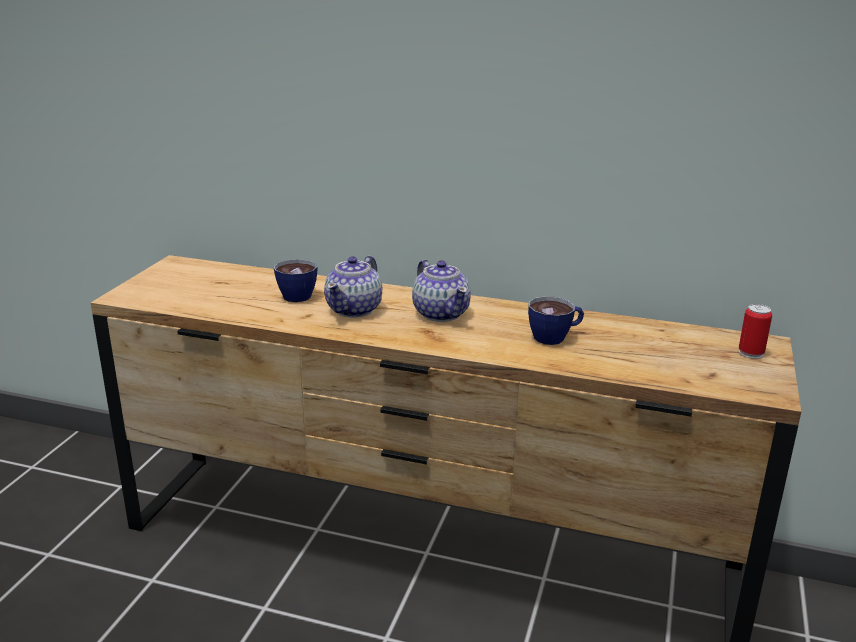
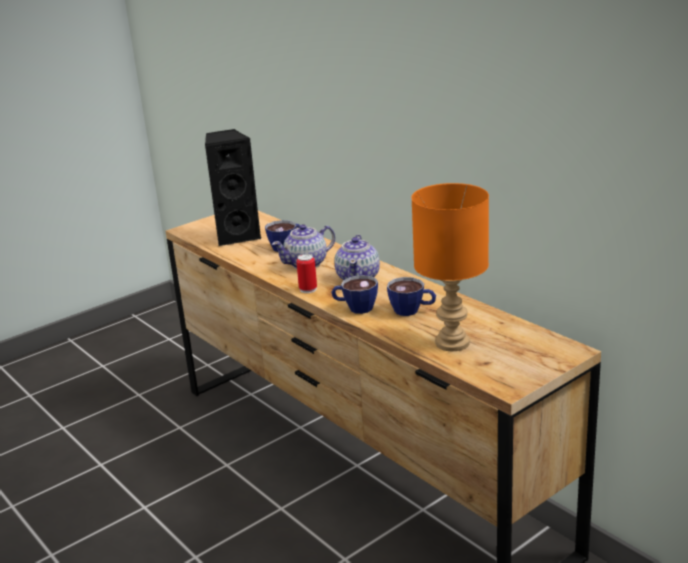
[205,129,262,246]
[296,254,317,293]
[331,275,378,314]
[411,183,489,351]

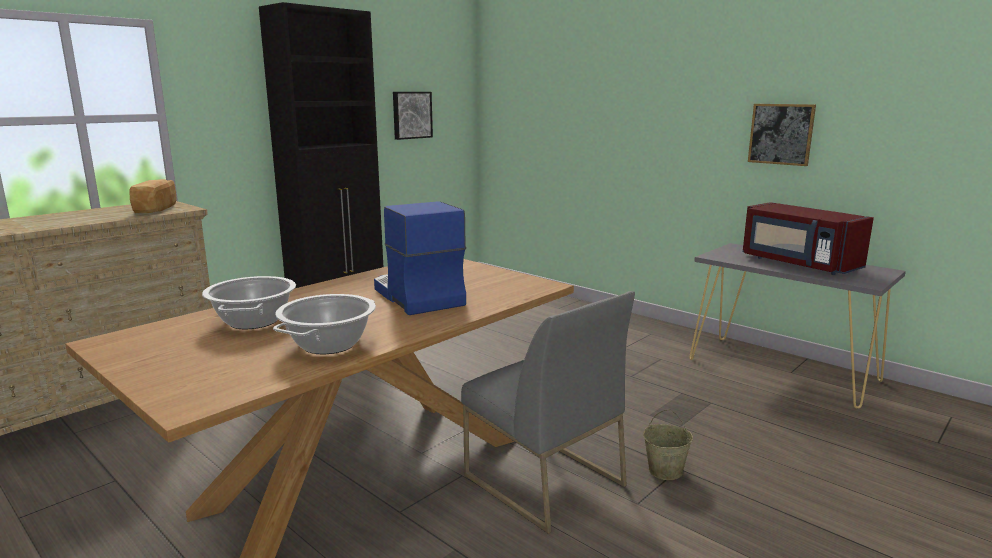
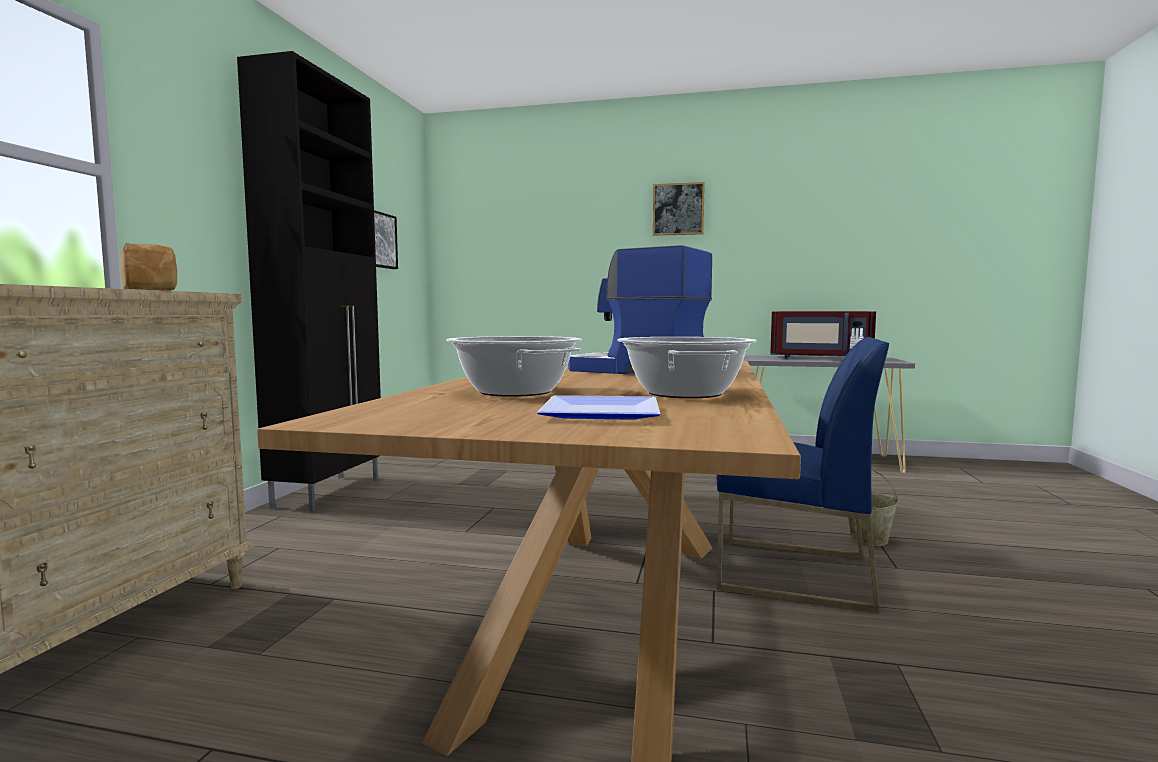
[537,395,660,420]
[653,182,705,236]
[717,337,889,613]

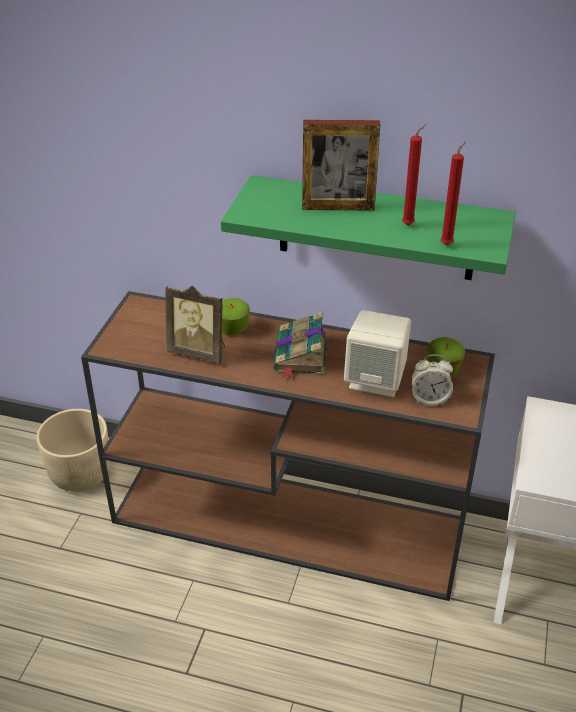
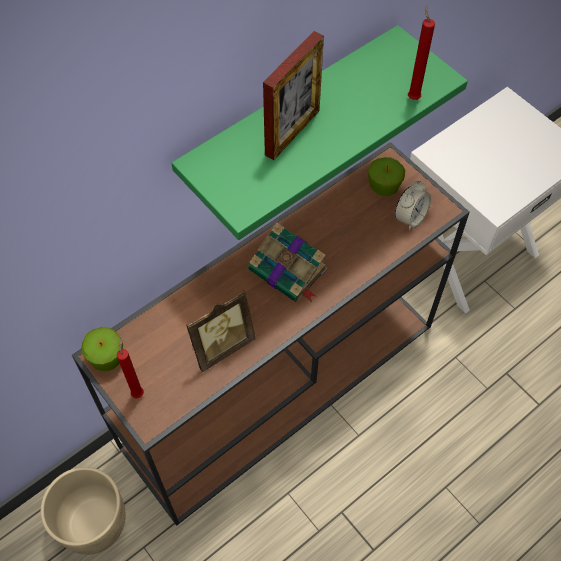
[81,327,123,371]
[117,338,144,399]
[344,310,411,397] (first image)

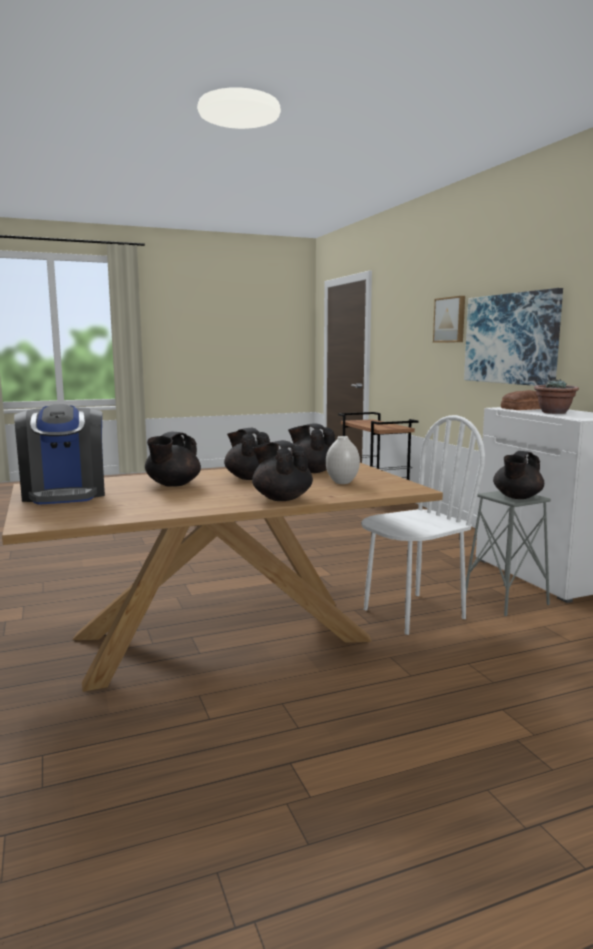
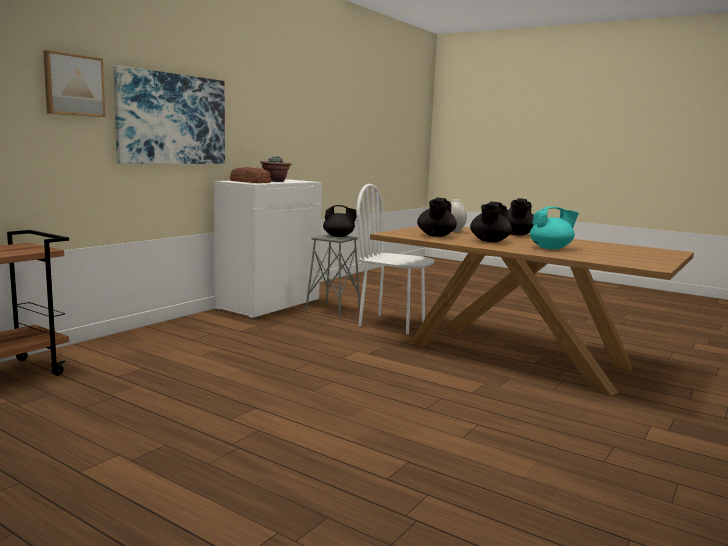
[530,207,579,249]
[14,404,105,505] (first image)

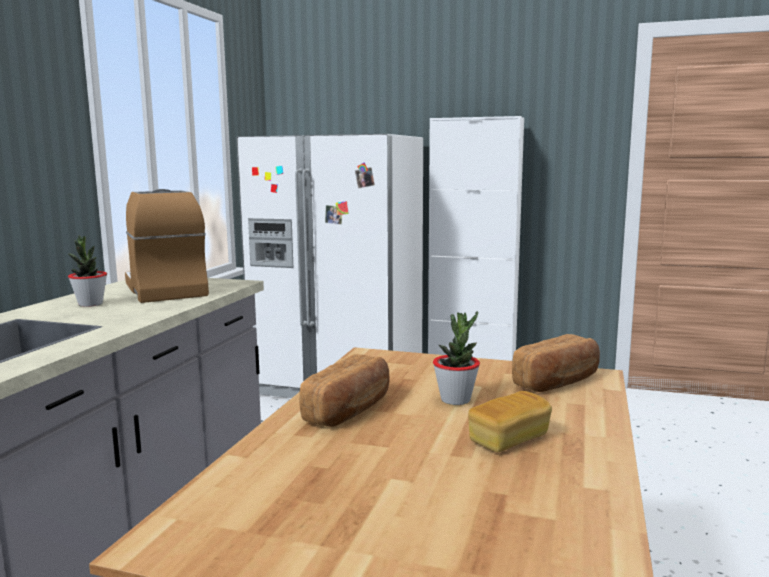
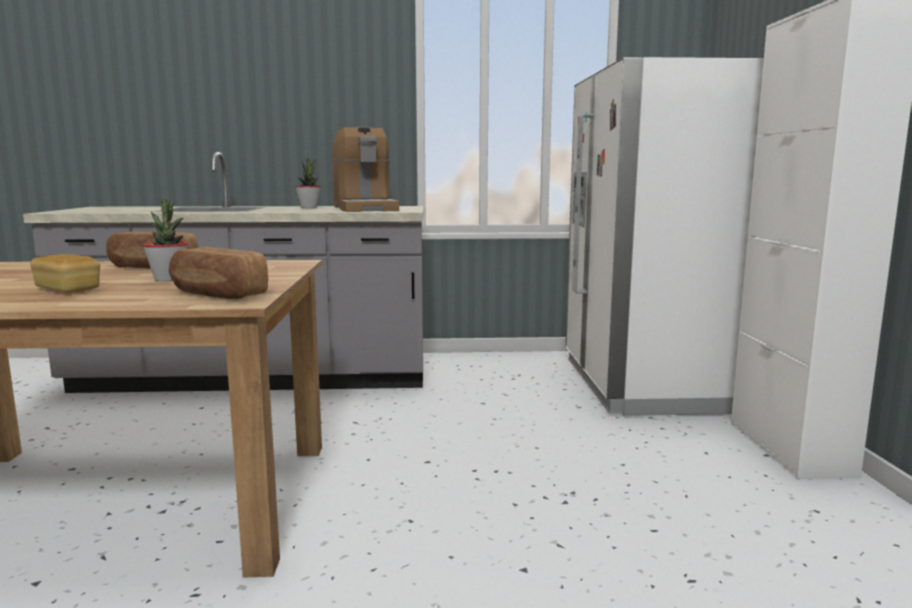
[332,126,399,212]

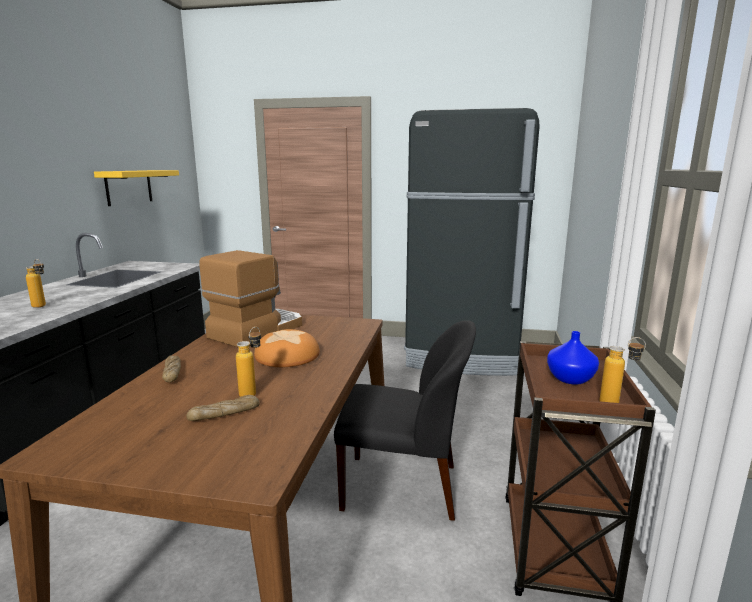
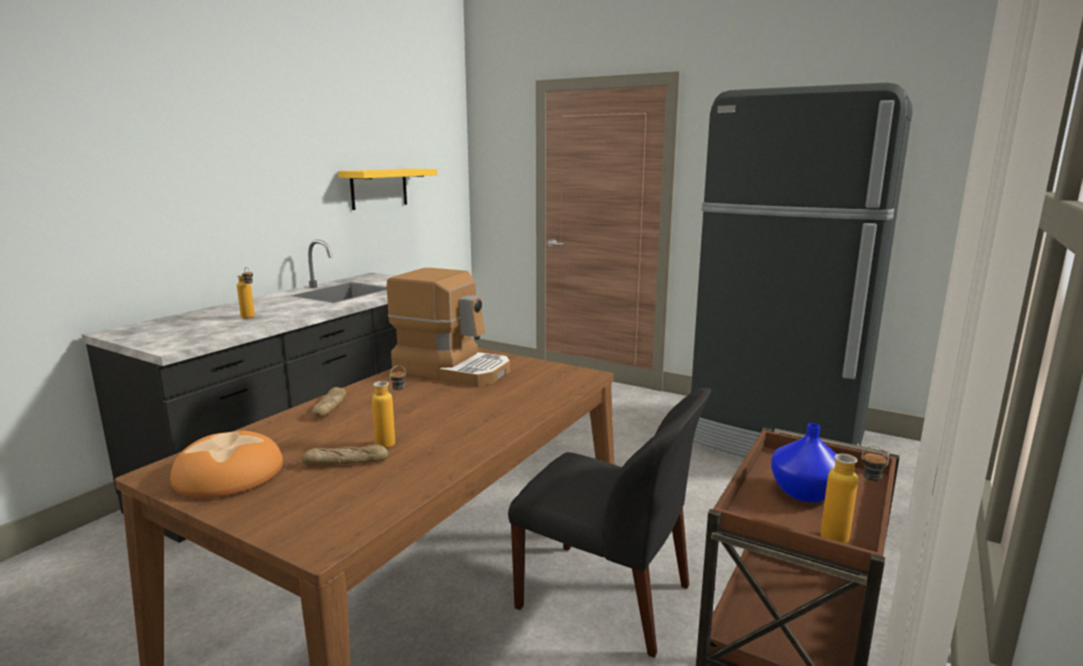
[170,431,283,498]
[387,268,510,387]

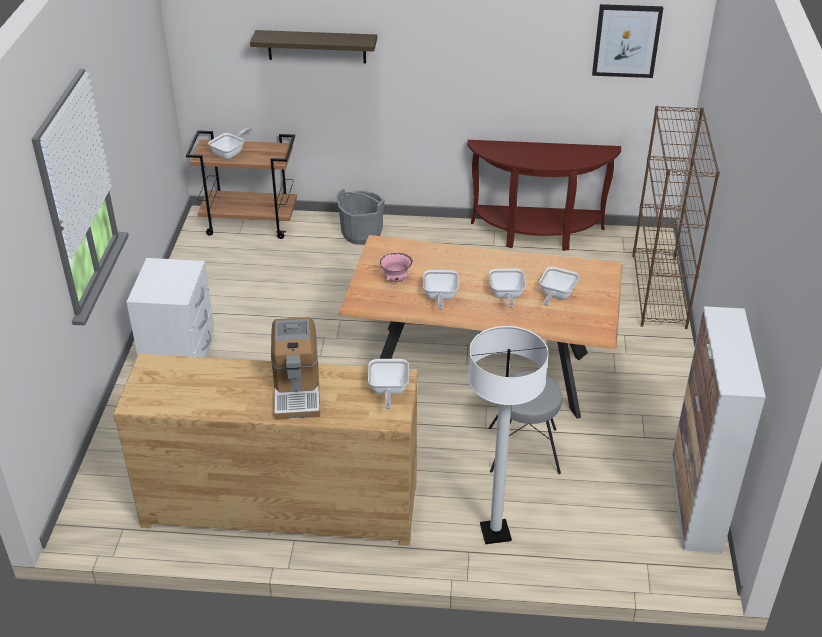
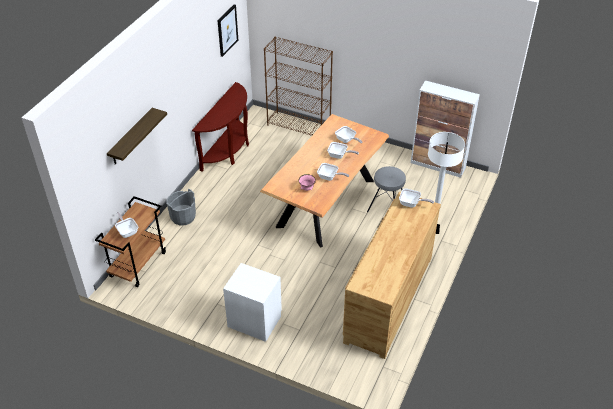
[271,317,320,420] (first image)

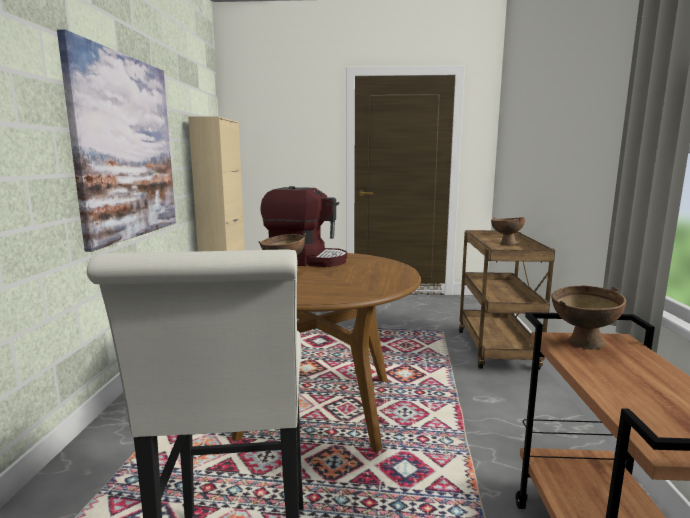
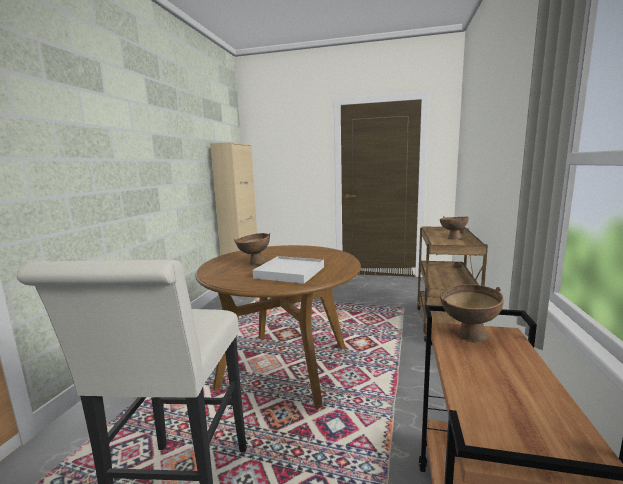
[252,256,324,284]
[57,29,176,252] (first image)
[260,186,347,267] (first image)

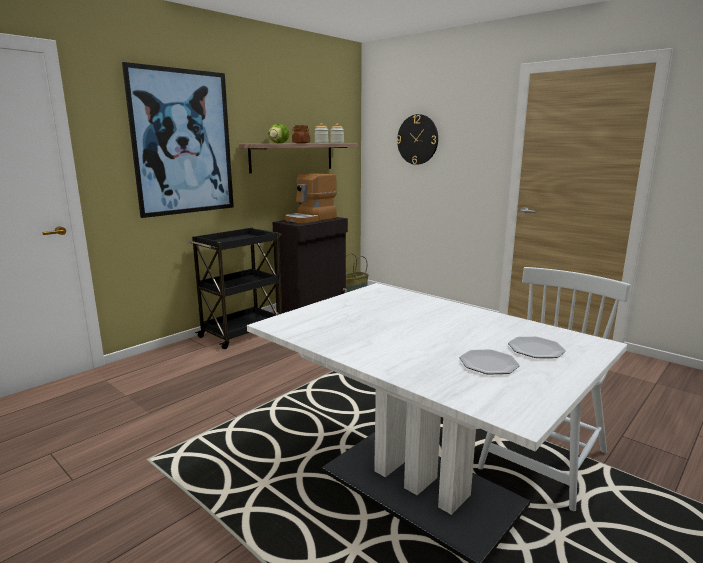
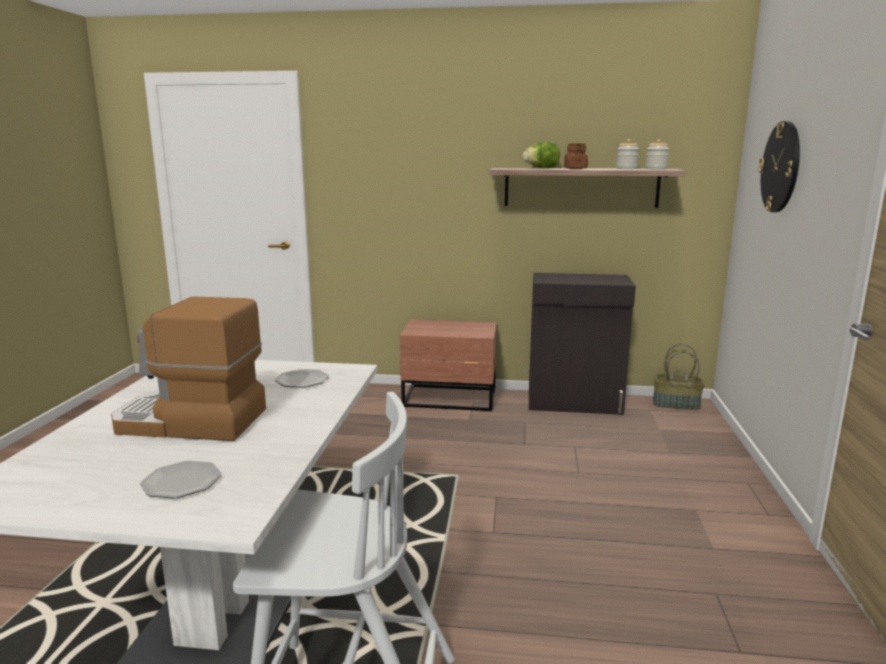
[111,297,266,441]
[275,369,329,388]
[400,319,497,411]
[122,62,234,218] (first image)

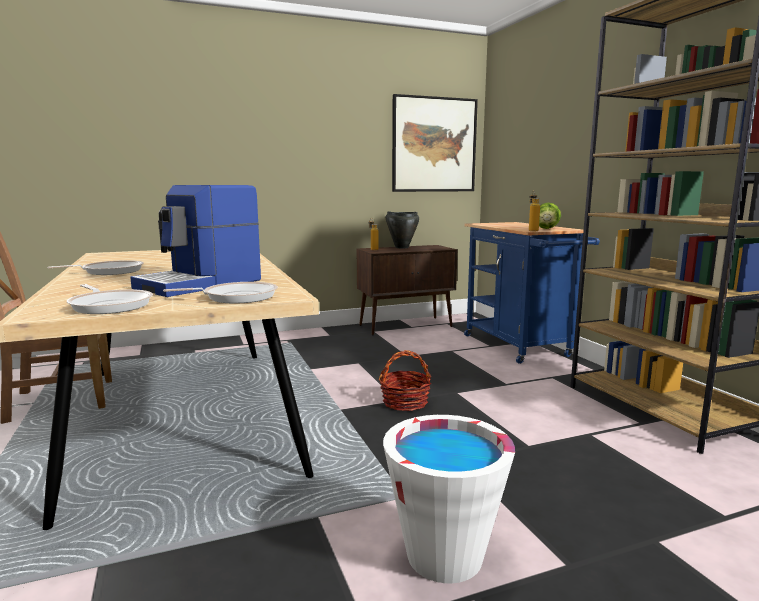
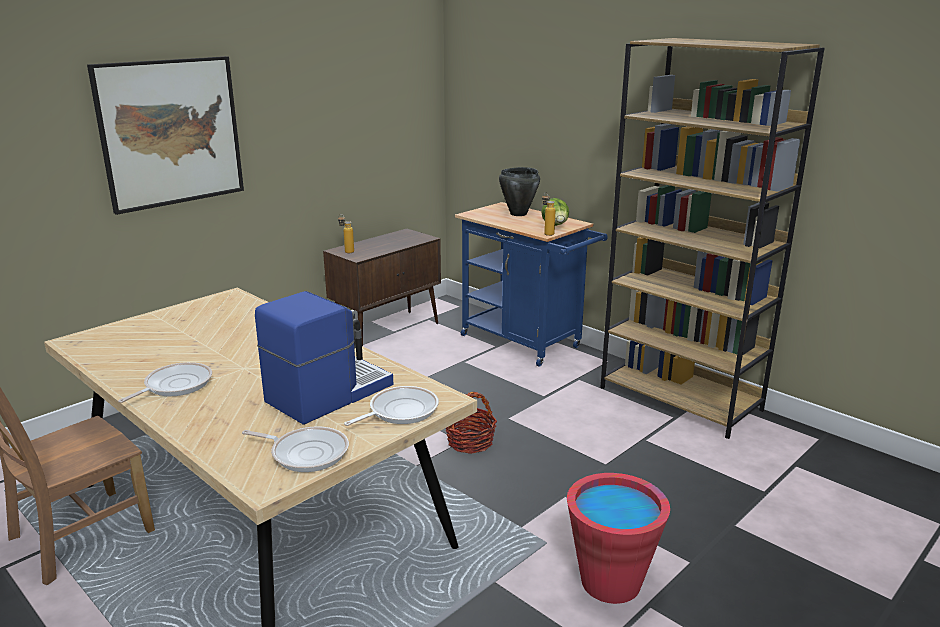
[87,56,244,215]
[255,291,393,425]
[499,167,540,216]
[567,473,670,604]

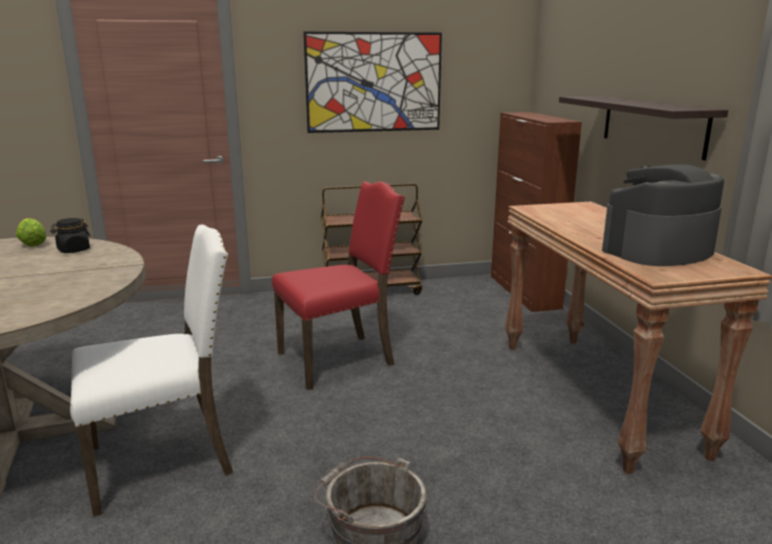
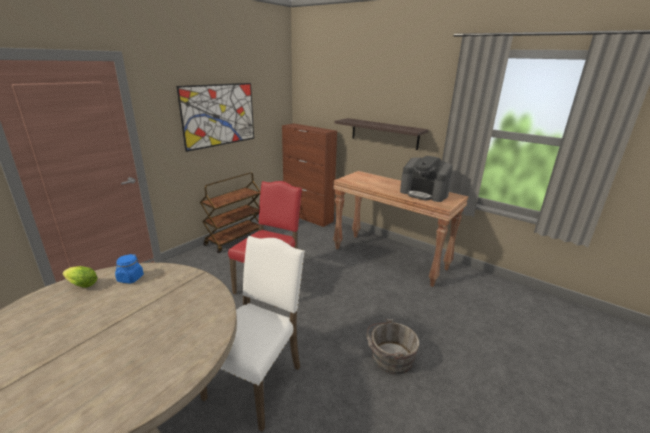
[115,254,144,283]
[400,156,453,202]

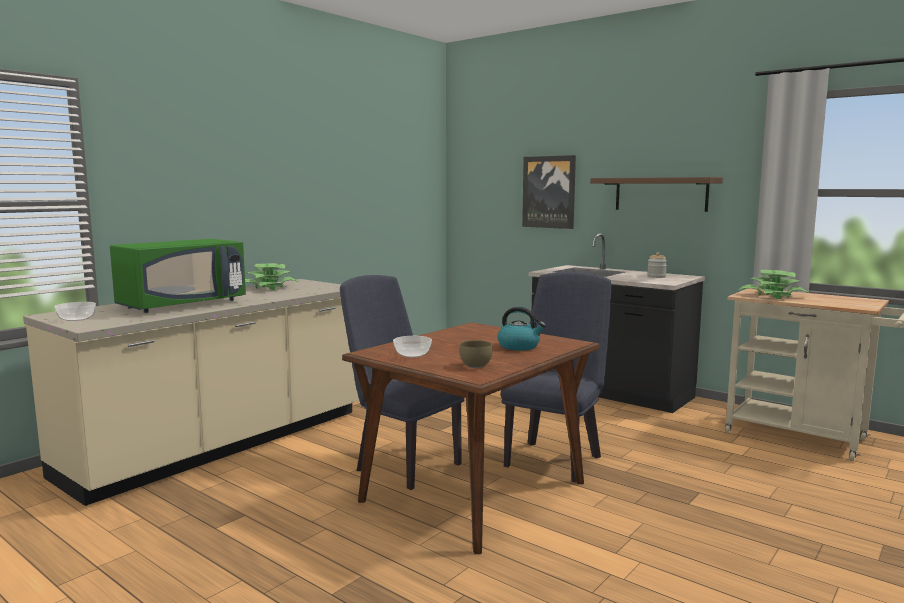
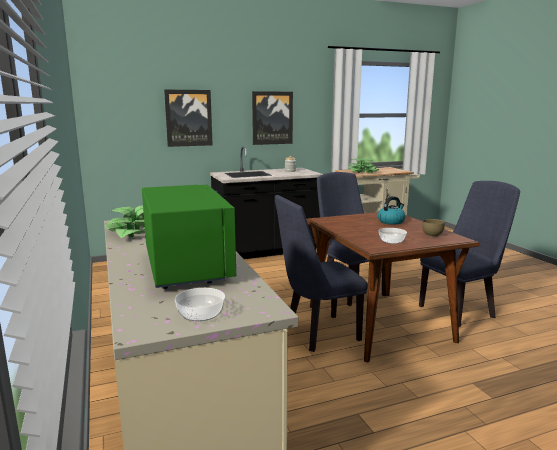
[252,91,293,145]
[419,181,520,327]

